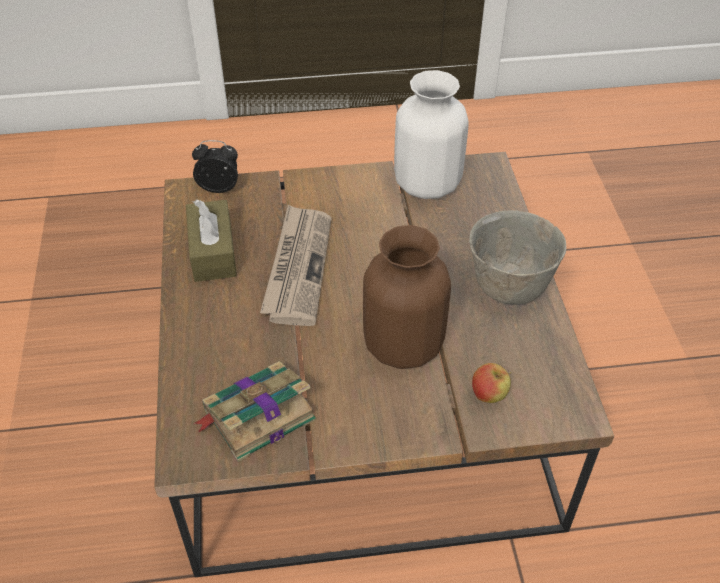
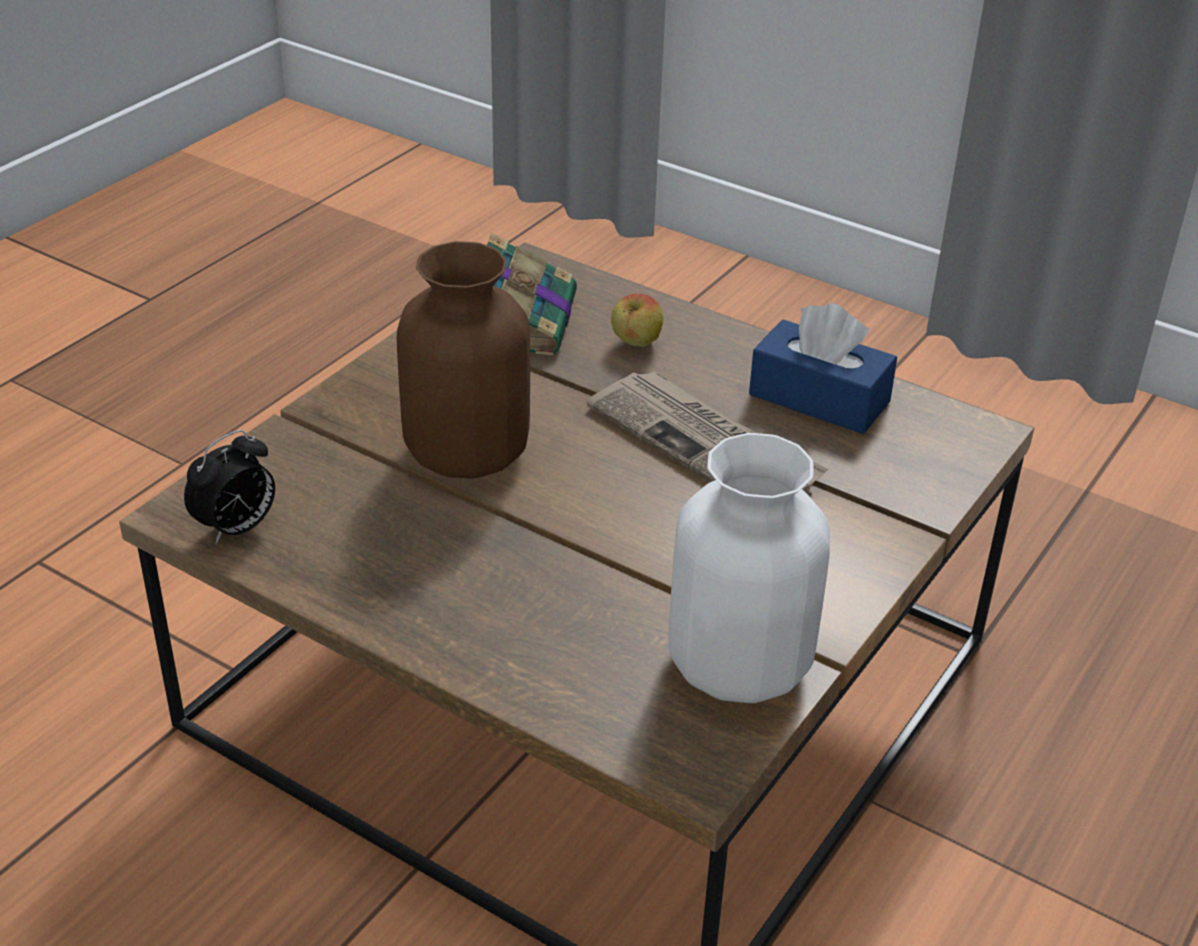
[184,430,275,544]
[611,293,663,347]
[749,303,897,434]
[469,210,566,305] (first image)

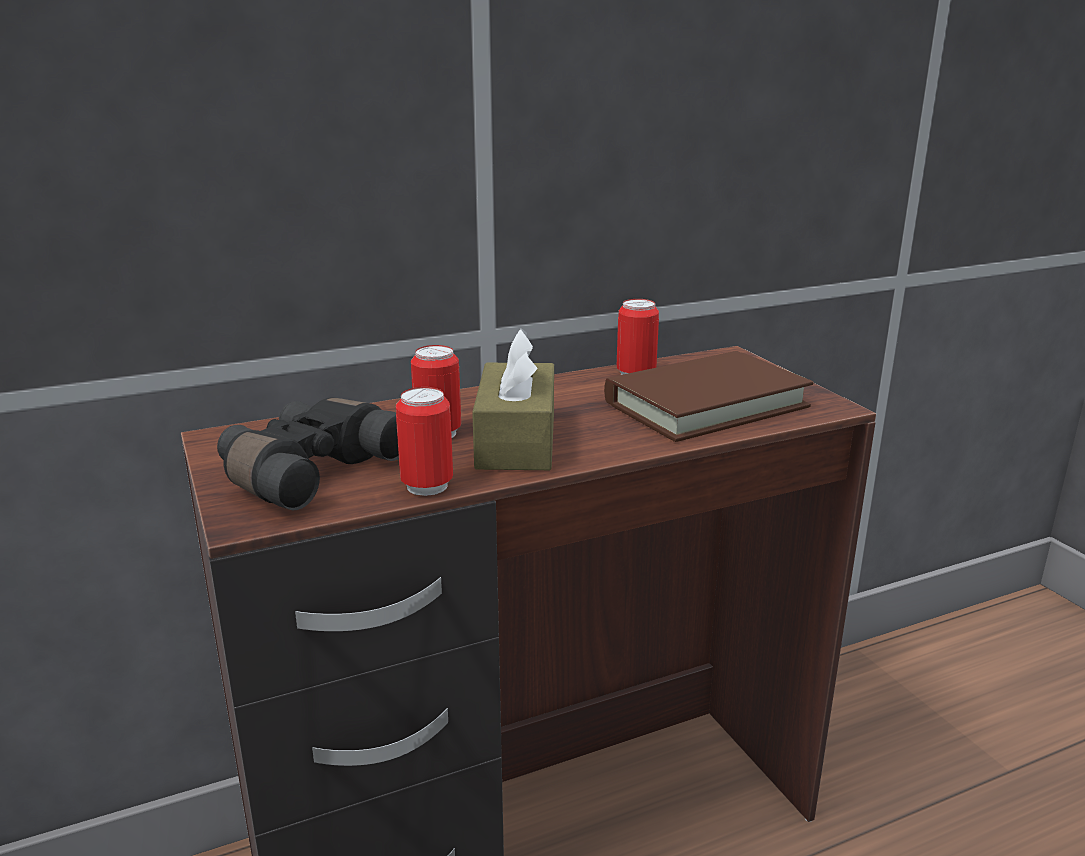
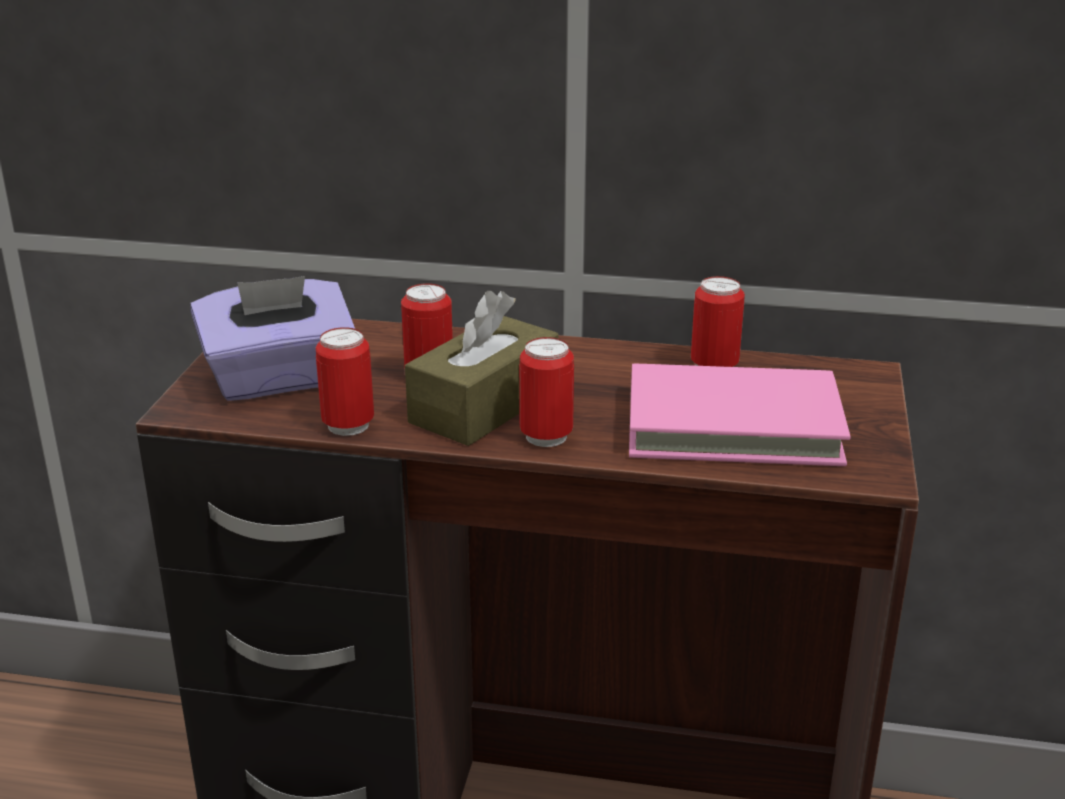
[191,276,355,401]
[519,337,574,447]
[629,364,851,466]

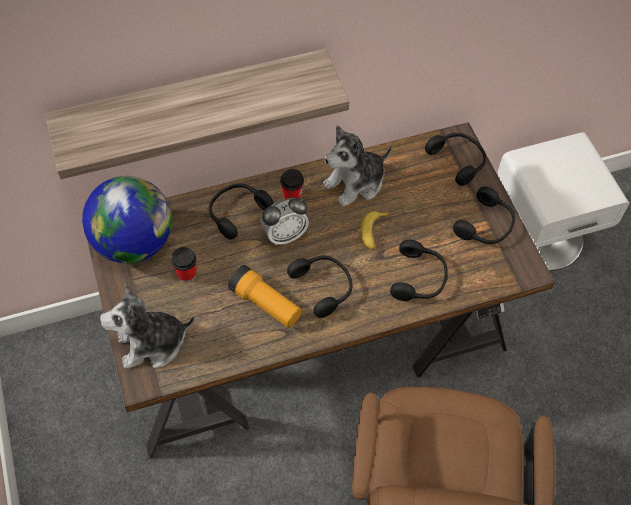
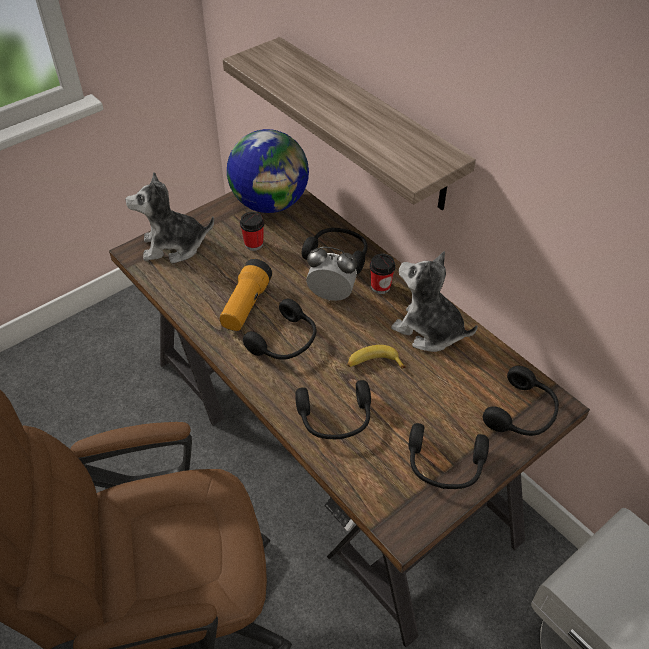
[125,172,214,263]
[306,247,357,301]

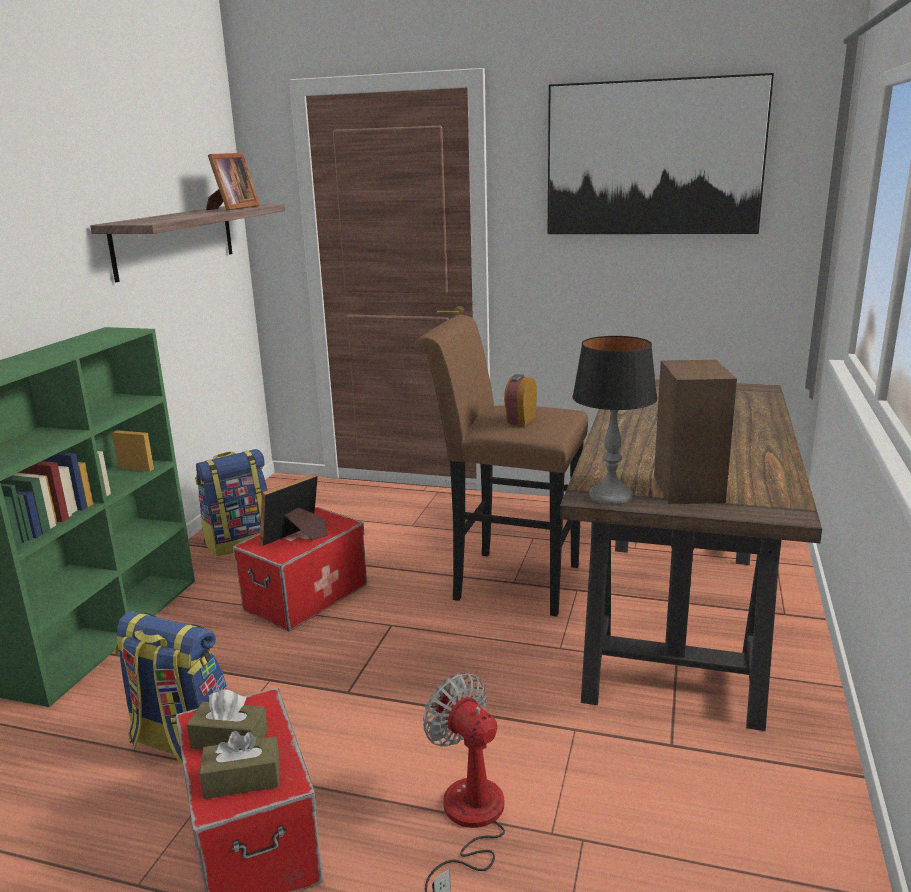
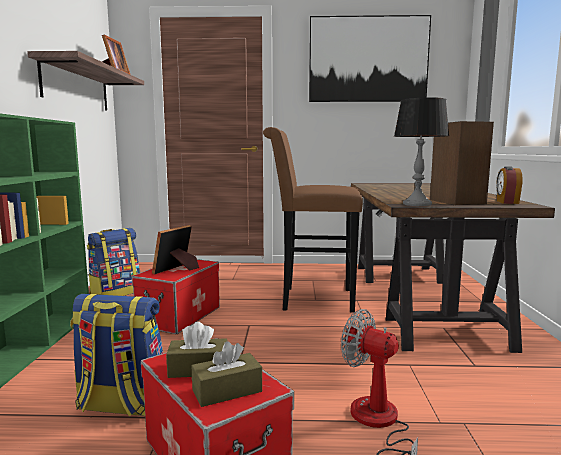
[496,166,523,204]

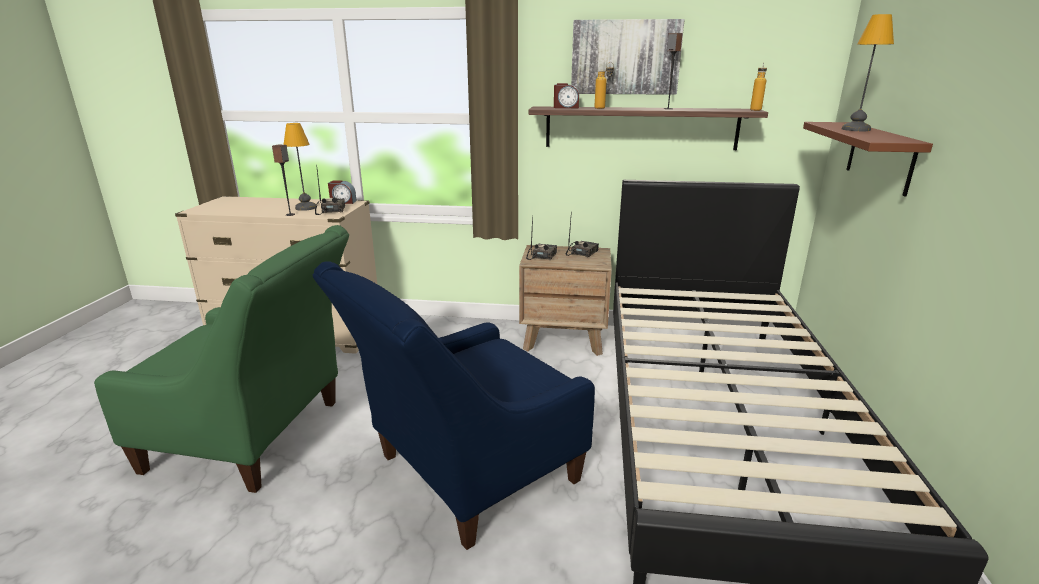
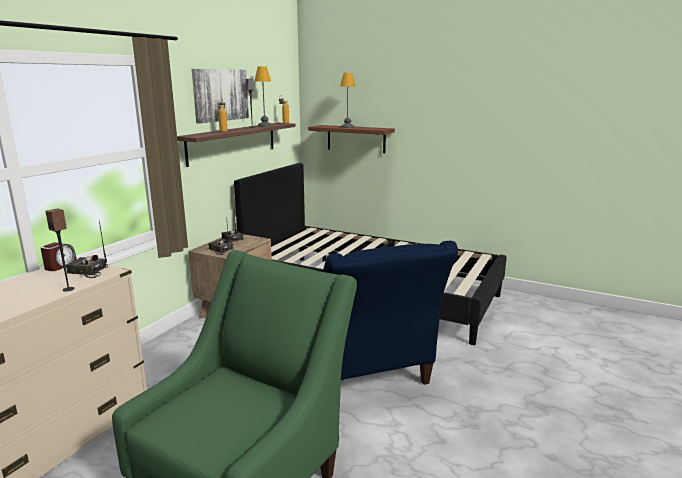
[255,66,272,127]
[554,83,579,108] (first image)

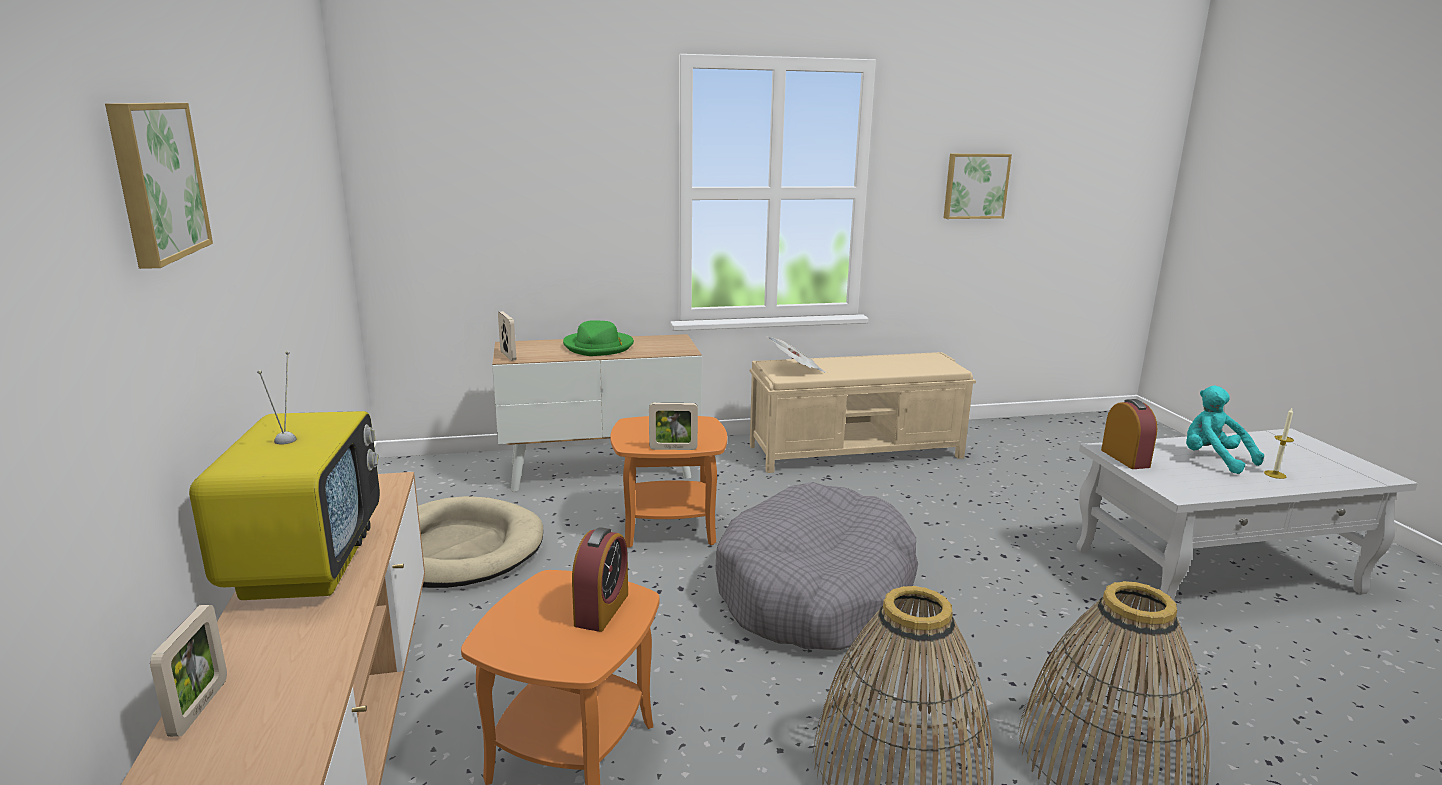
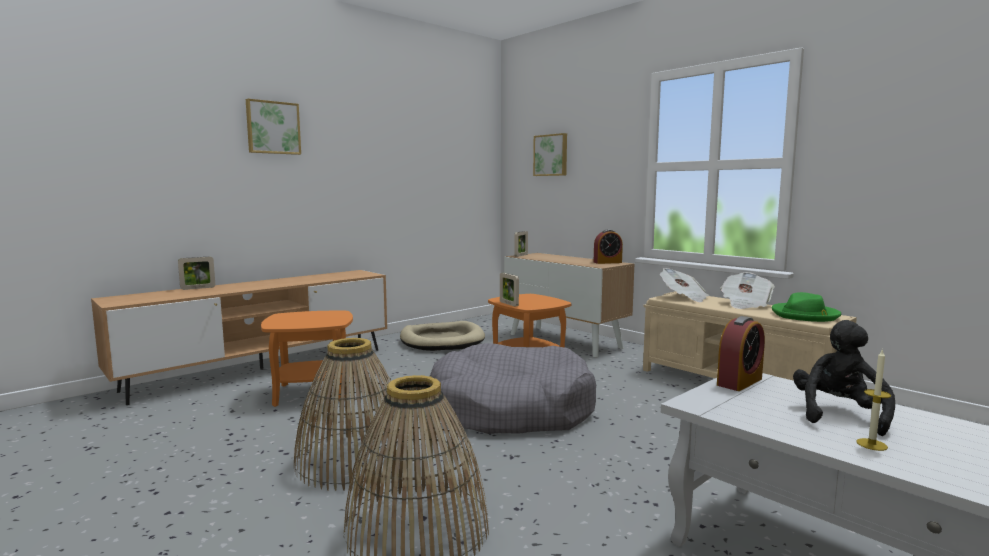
[533,133,567,176]
[593,230,623,264]
[720,272,775,309]
[772,292,841,322]
[793,320,895,436]
[189,351,380,600] (first image)

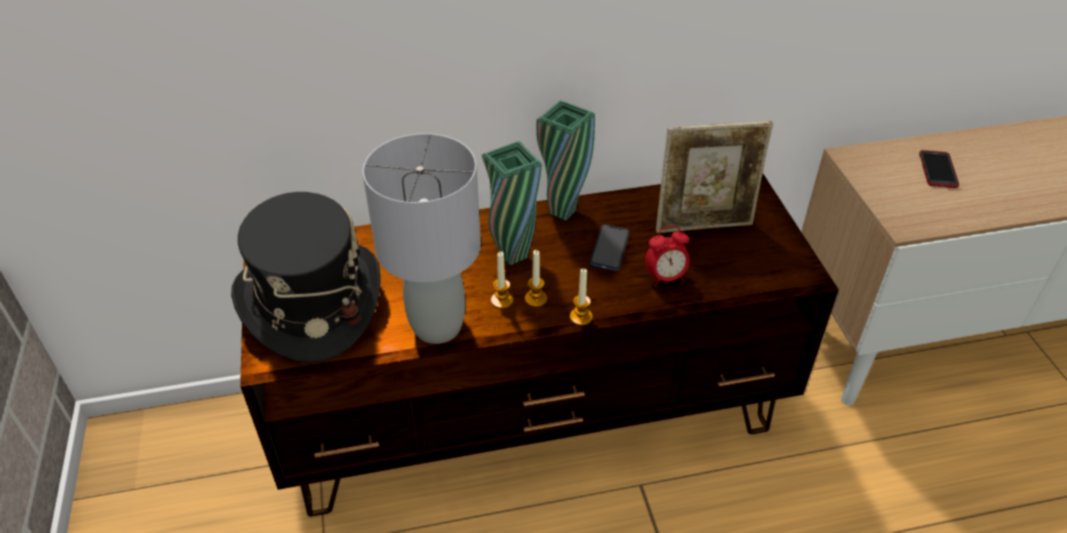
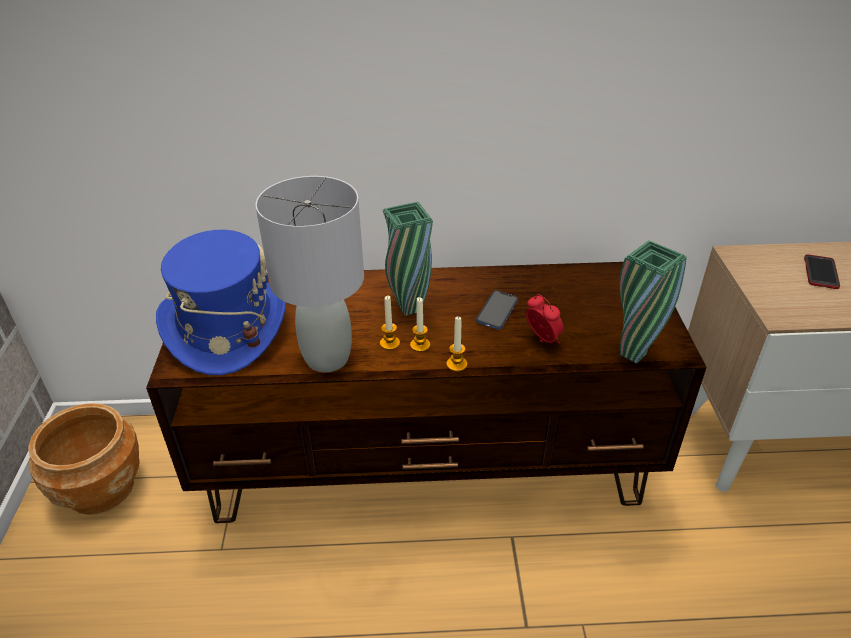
[28,403,140,515]
[156,230,286,375]
[526,294,564,343]
[619,240,687,364]
[656,121,773,233] (first image)

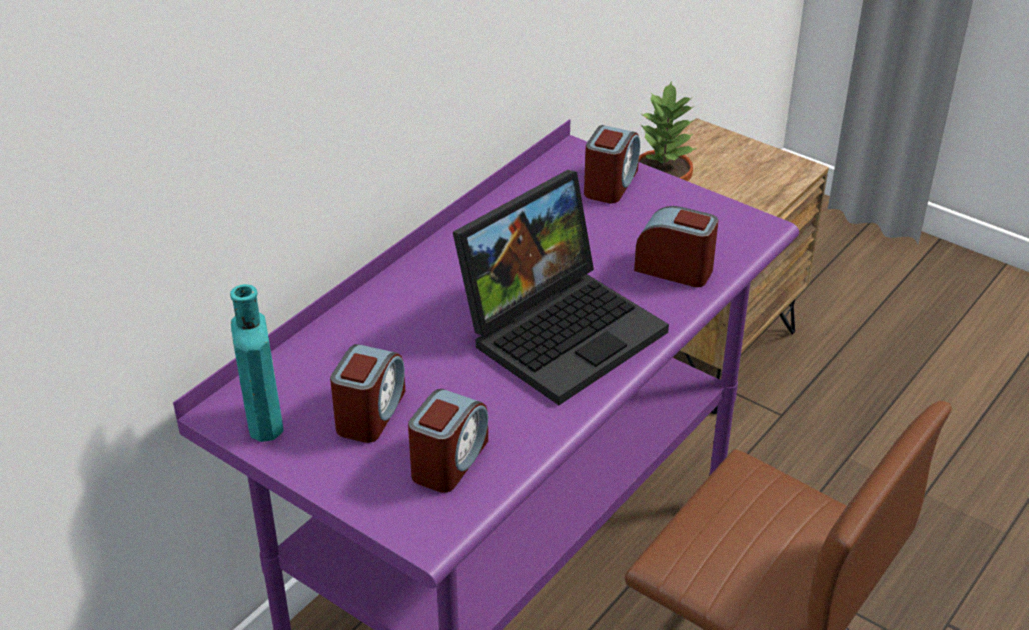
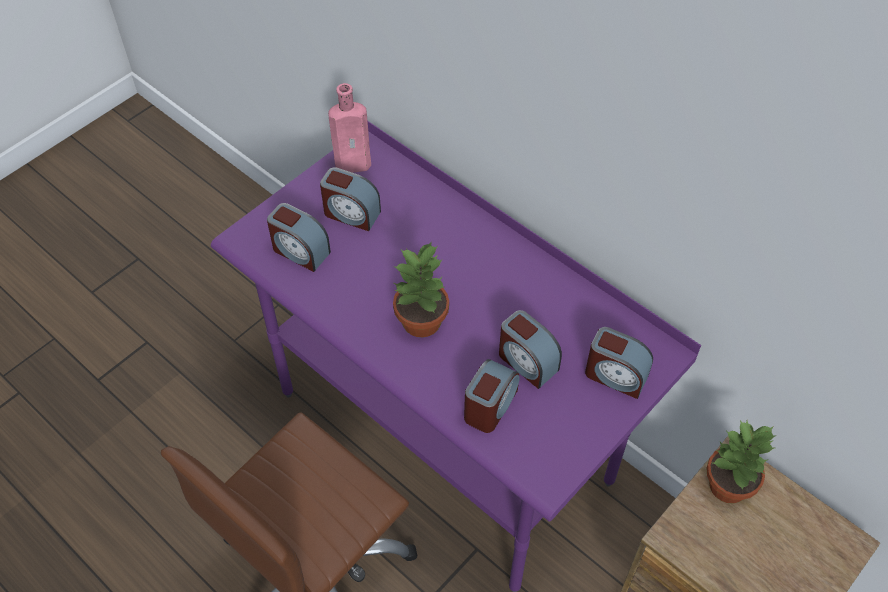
[328,83,371,173]
[393,241,449,338]
[499,310,562,389]

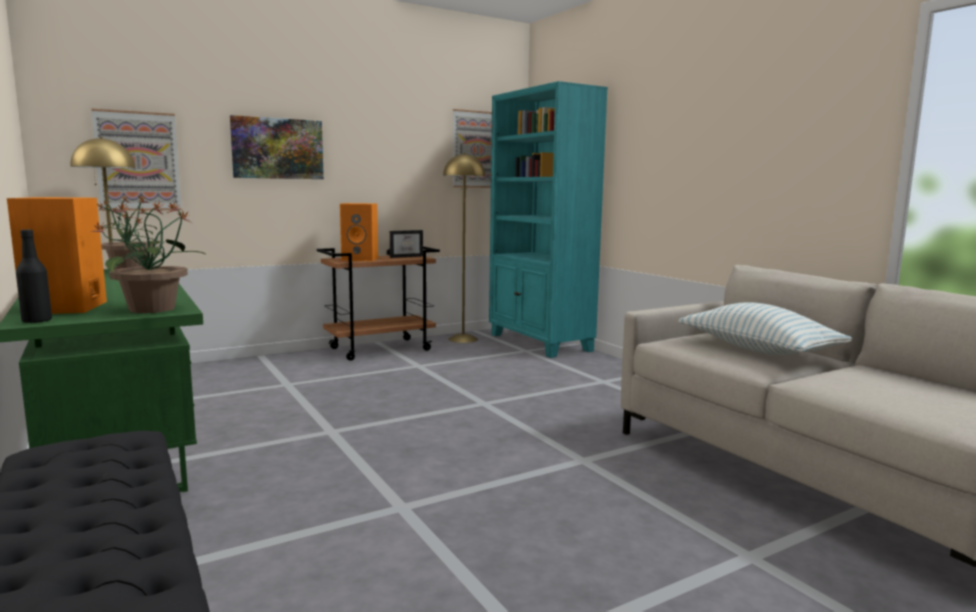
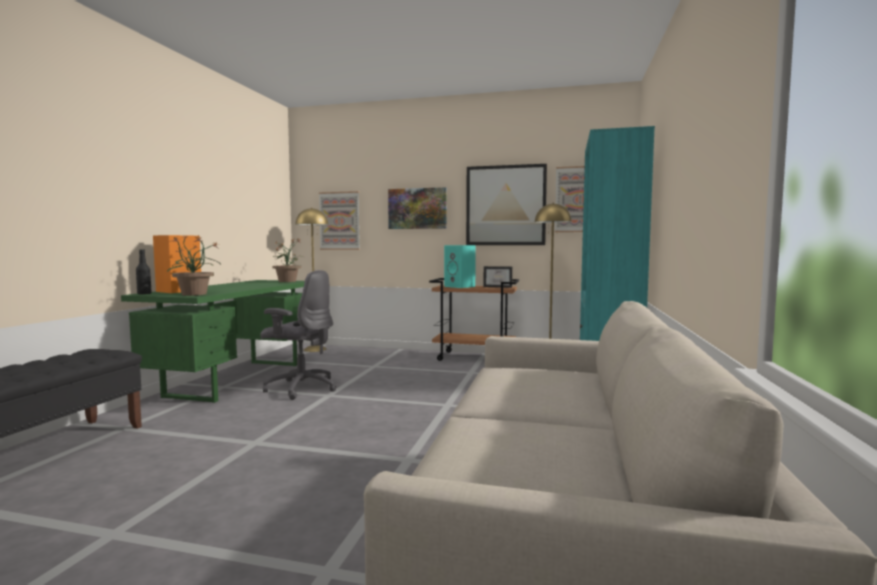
[260,270,337,400]
[444,245,476,288]
[466,164,547,245]
[678,302,852,355] (first image)

